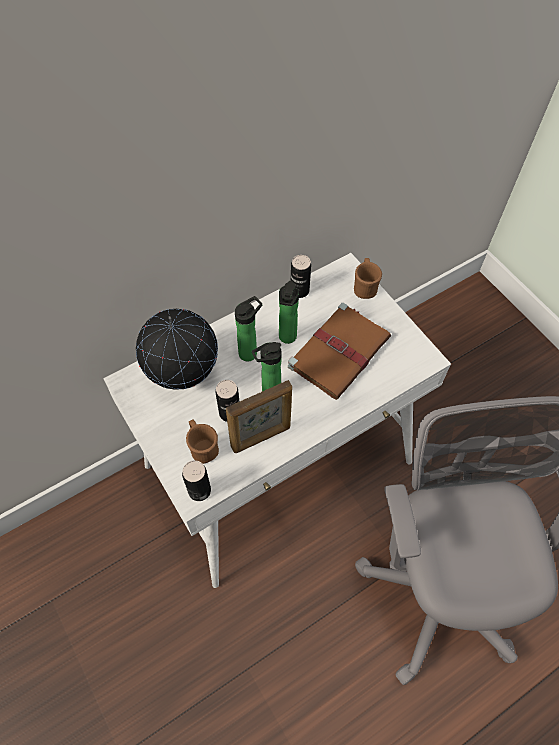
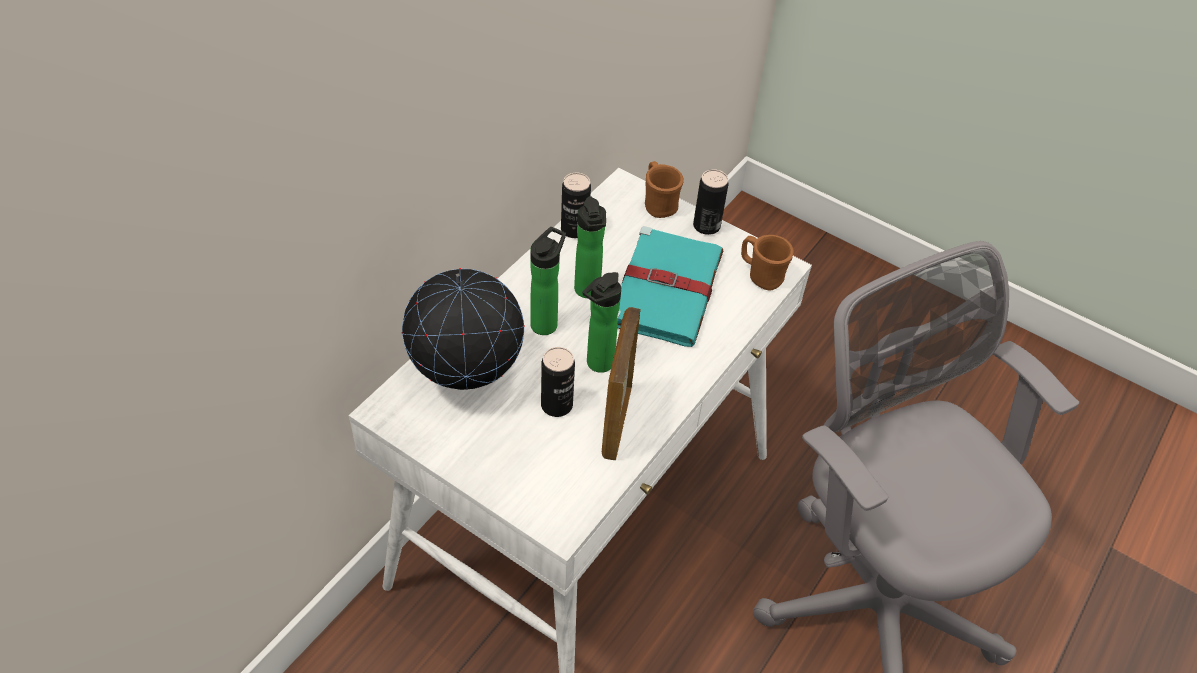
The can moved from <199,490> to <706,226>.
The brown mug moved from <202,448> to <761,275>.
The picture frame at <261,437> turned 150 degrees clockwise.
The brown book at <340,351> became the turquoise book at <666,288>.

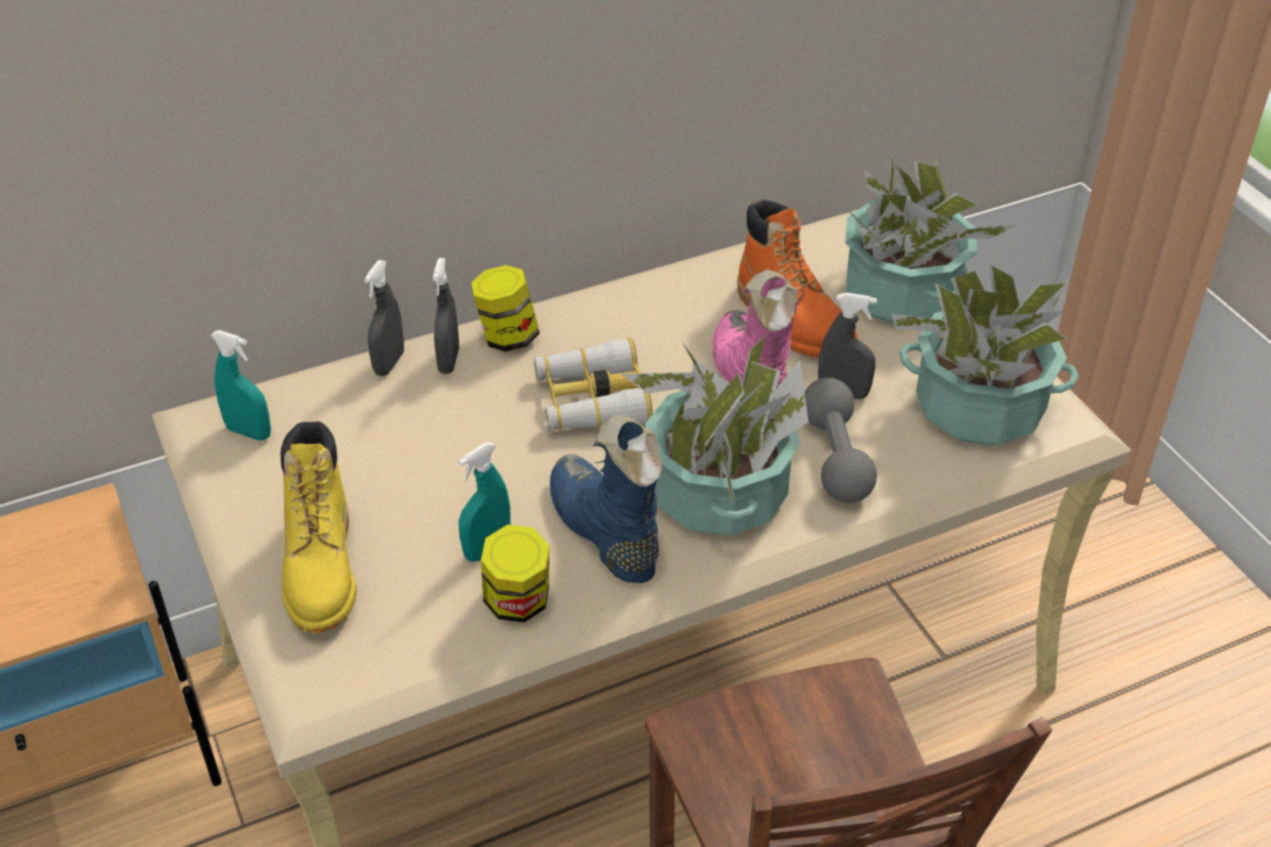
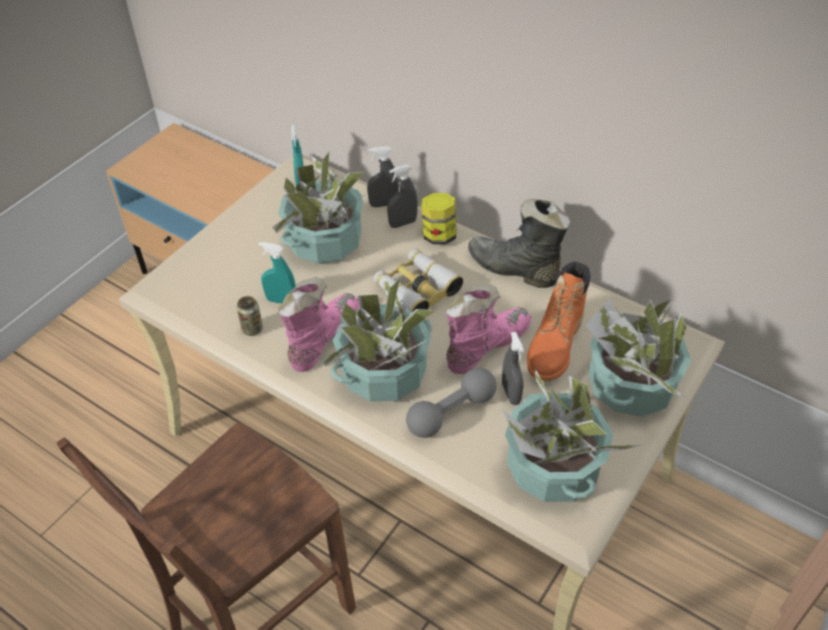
The yellow boot at <322,570> disappeared.
The jar at <518,603> was replaced by the can at <252,329>.
The blue boot at <603,531> became the pink boot at <322,338>.
The potted plant at <325,241> appeared.
The black boot at <513,269> appeared.

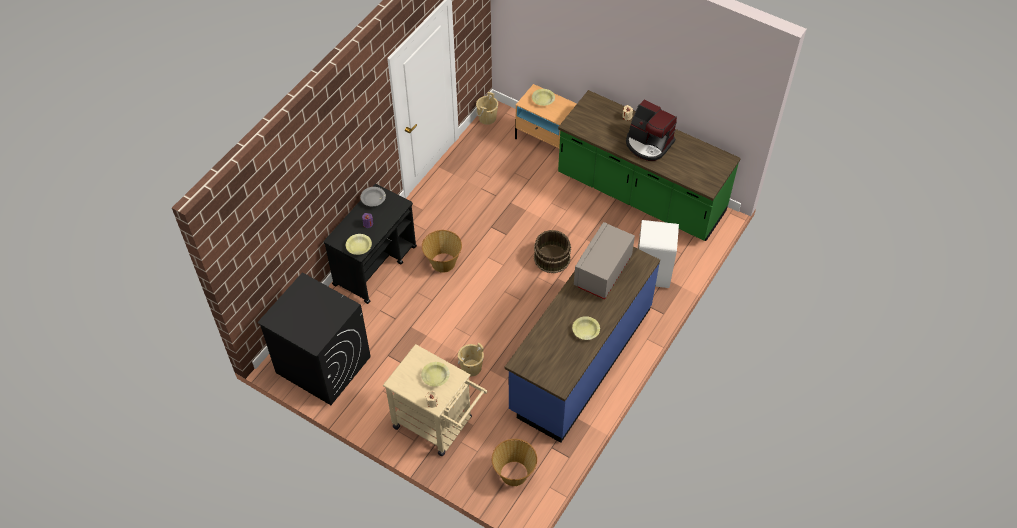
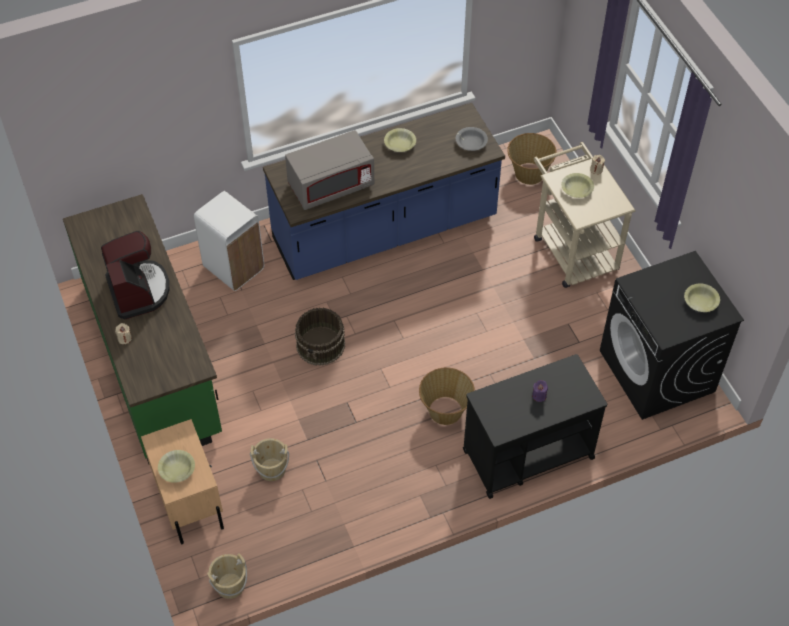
The yellow bowl moved from <359,247> to <700,301>.
The grey bowl moved from <373,199> to <471,142>.
The beige bucket moved from <471,367> to <272,469>.

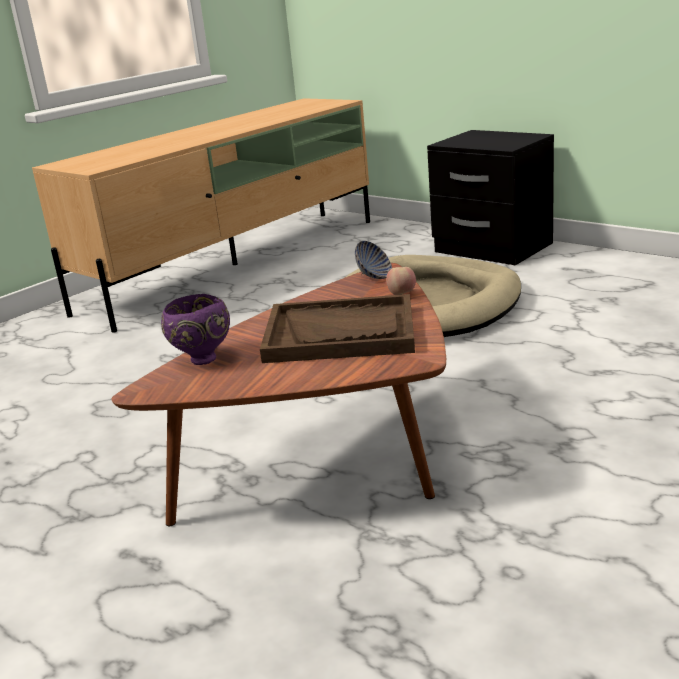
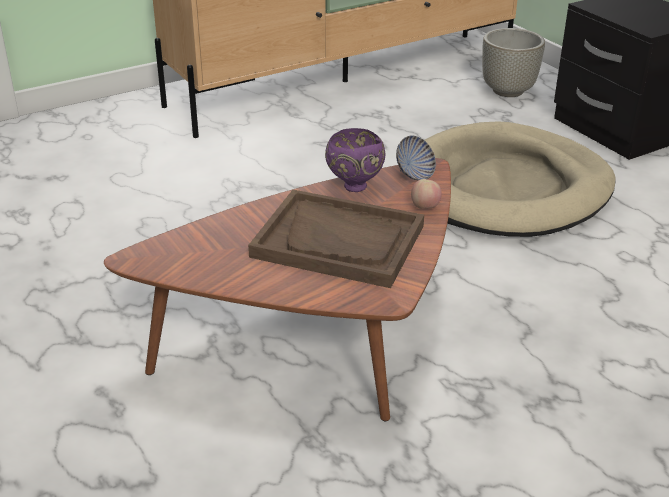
The purple bowl moved from <201,359> to <353,186>.
The grey planter at <508,91> appeared.

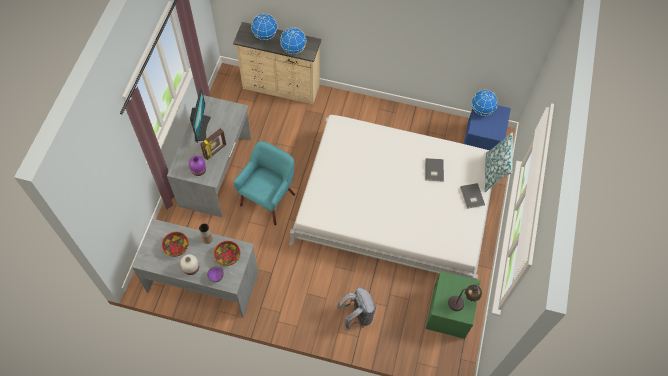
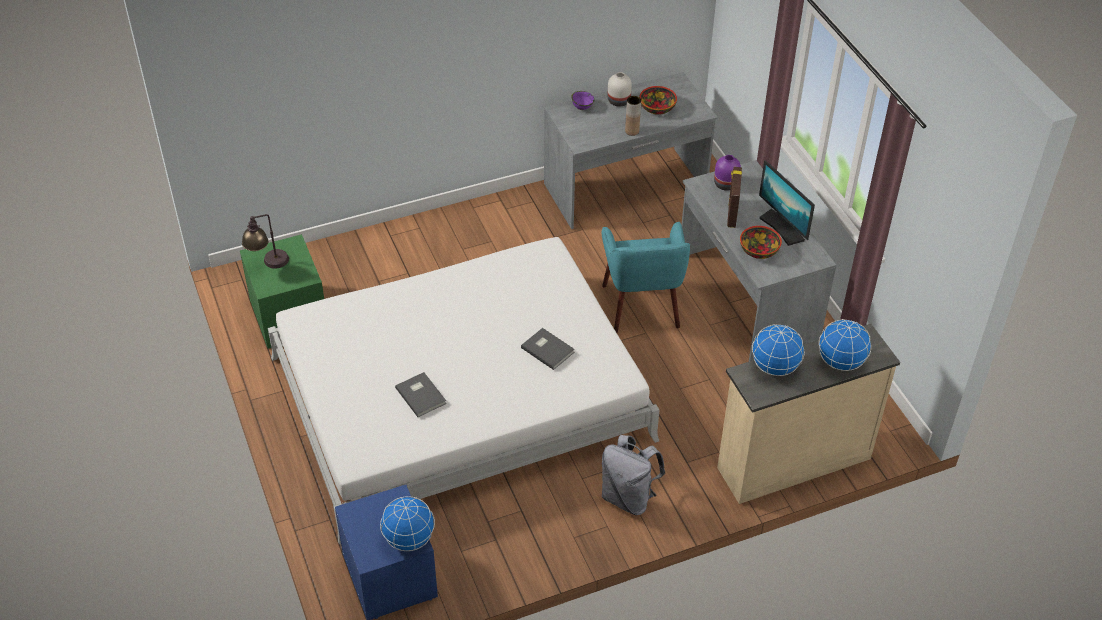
The bowl moved from <228,256> to <758,251>.
The grey backpack moved from <357,315> to <628,497>.
The grey book moved from <471,196> to <548,349>.
The pillow at <493,173> disappeared.

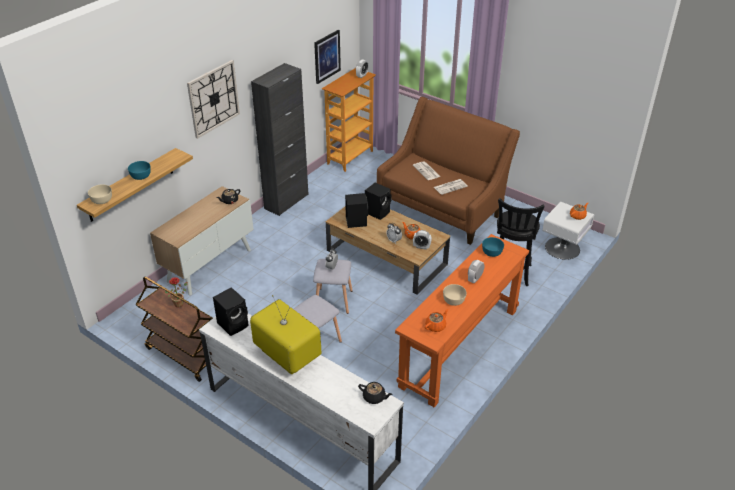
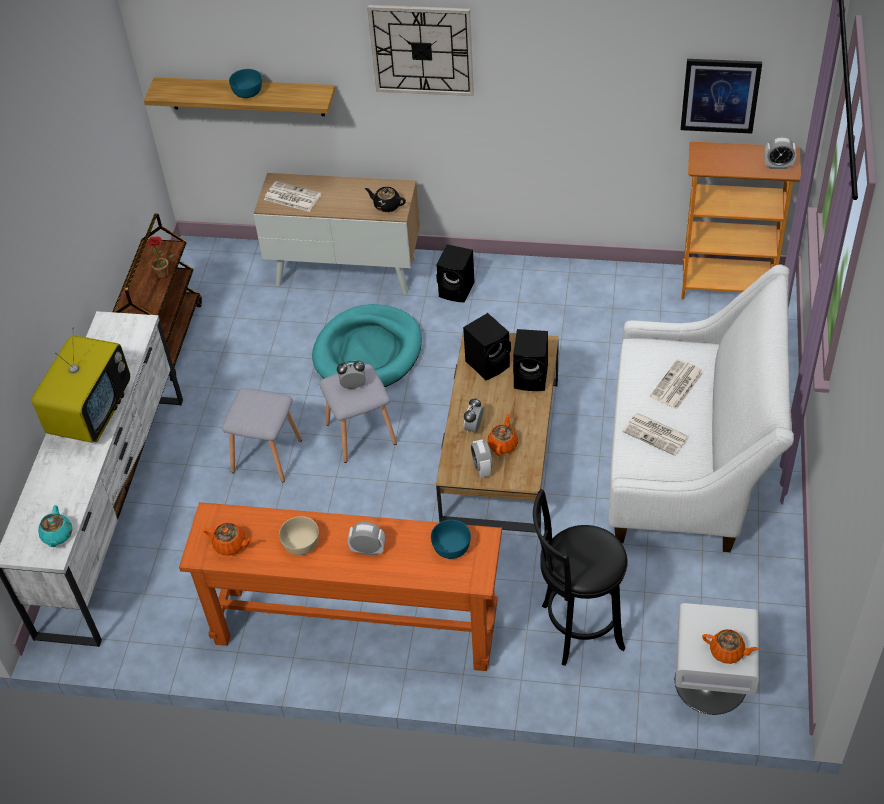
The beige bowl at <101,200> disappeared.
The black speaker moved from <234,324> to <457,290>.
The black cabinet at <286,201> disappeared.
The black teapot at <374,397> became the turquoise teapot at <57,535>.
The brown sofa at <442,207> became the white sofa at <689,463>.
The newspaper at <291,197> appeared.
The turquoise dog bed at <368,352> appeared.

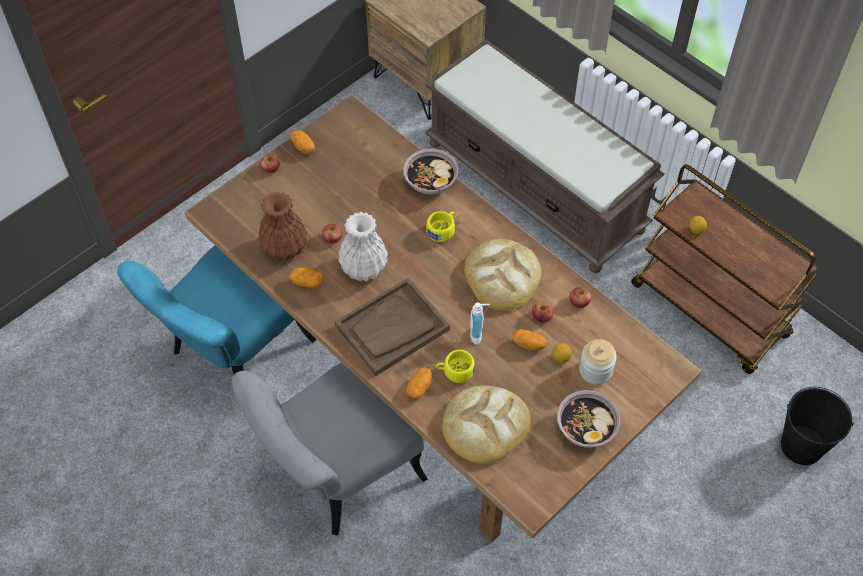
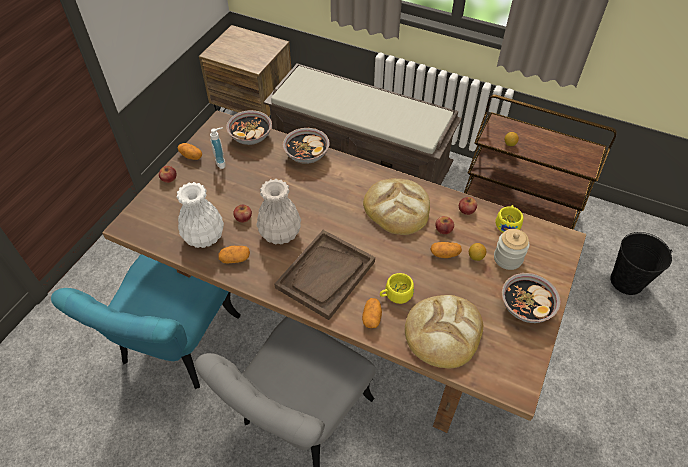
The brown vase at <285,247> became the white vase at <204,236>.
The yellow cup moved from <442,229> to <508,223>.
The soap dispenser moved from <478,334> to <222,162>.
The bowl at <251,136> appeared.

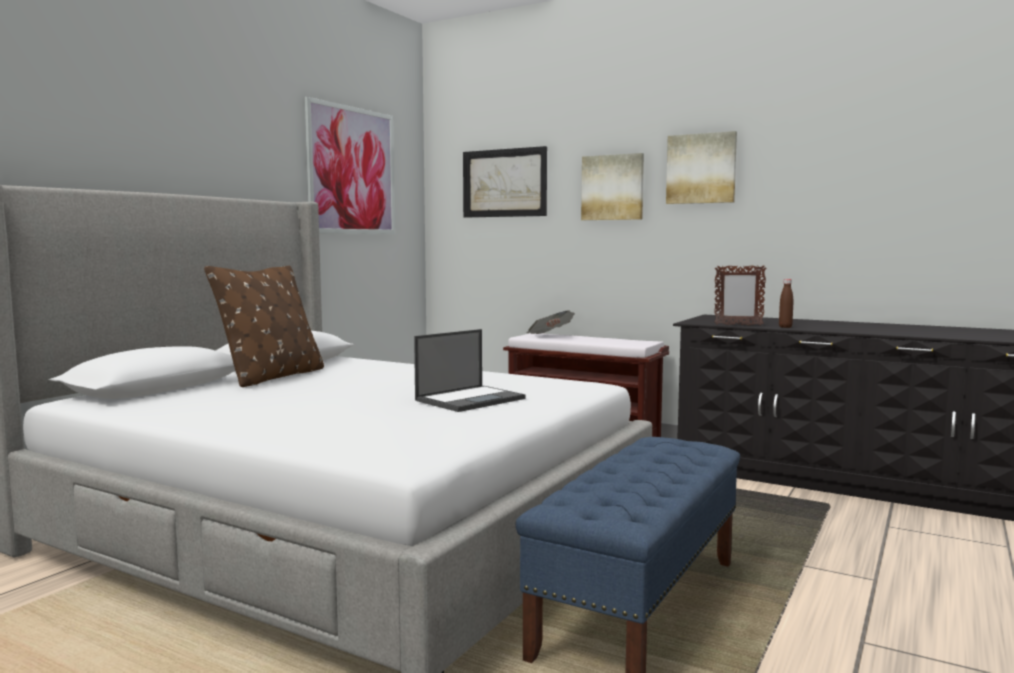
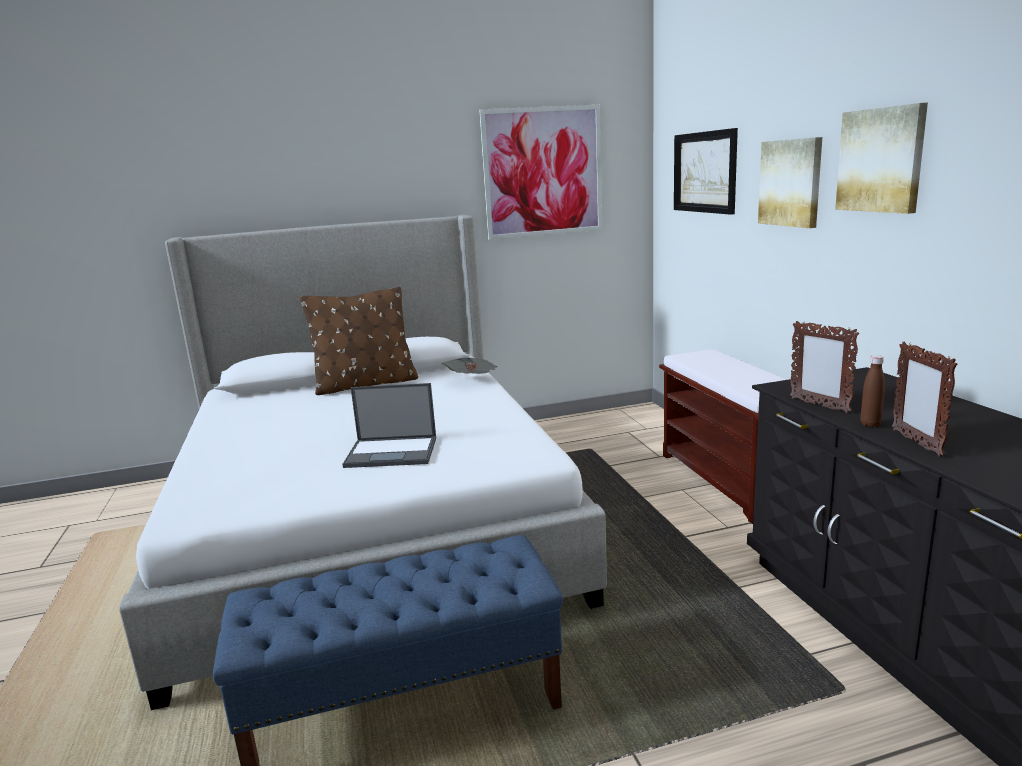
The newspaper moved from <550,336> to <472,381>.
The picture frame at <916,443> appeared.

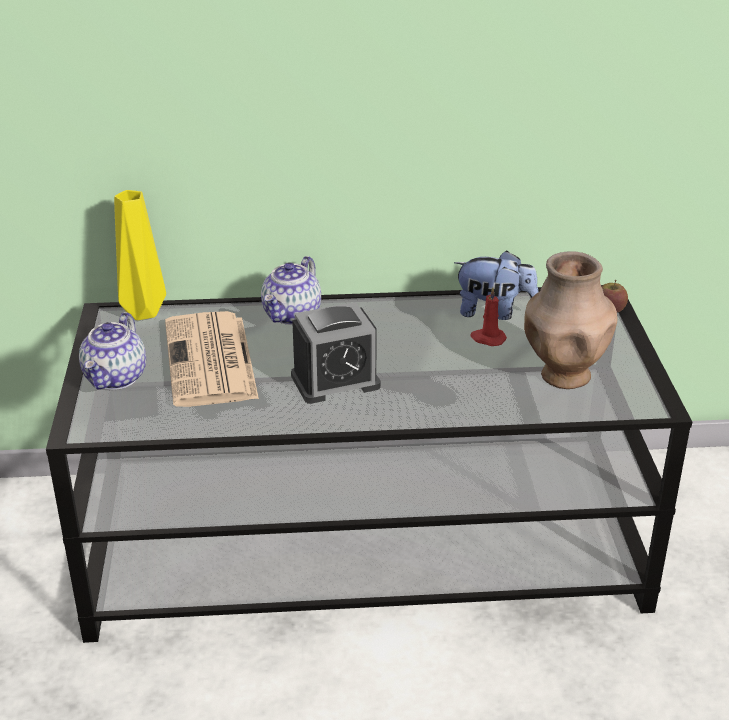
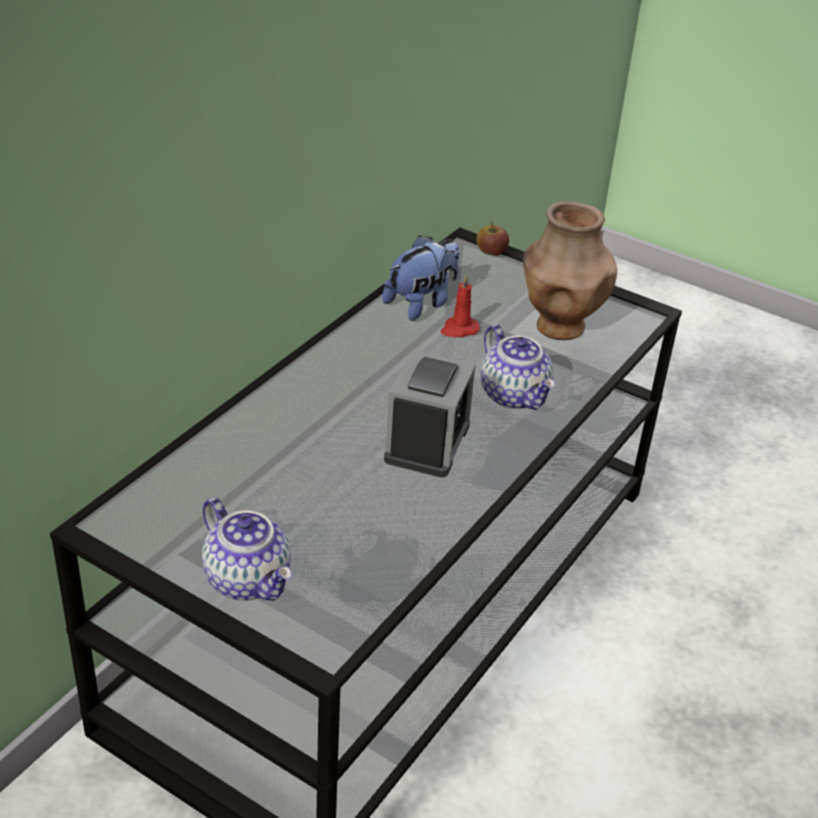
The yellow vase at <144,312> disappeared.
The newspaper at <211,361> disappeared.
The teapot moved from <292,315> to <515,395>.

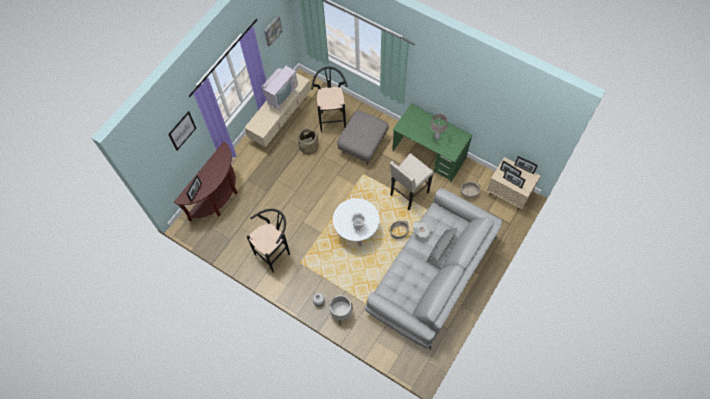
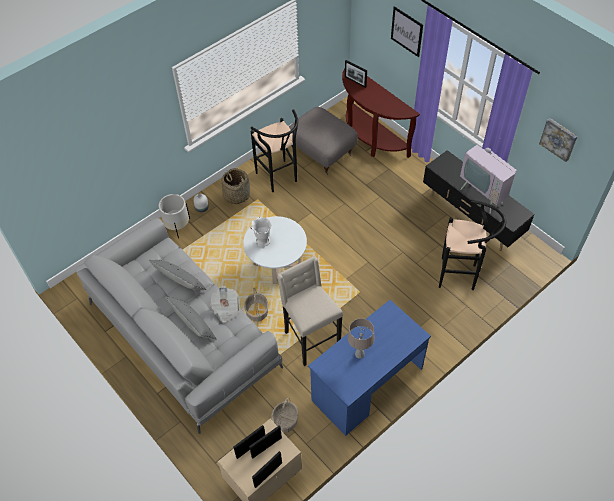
The beige tv stand at <281,120> became the black tv stand at <471,217>.
The basket moved from <308,147> to <236,195>.
The grey ottoman moved from <363,144> to <322,152>.
The green desk at <429,155> became the blue desk at <367,384>.
The grey pillow at <179,281> appeared.

